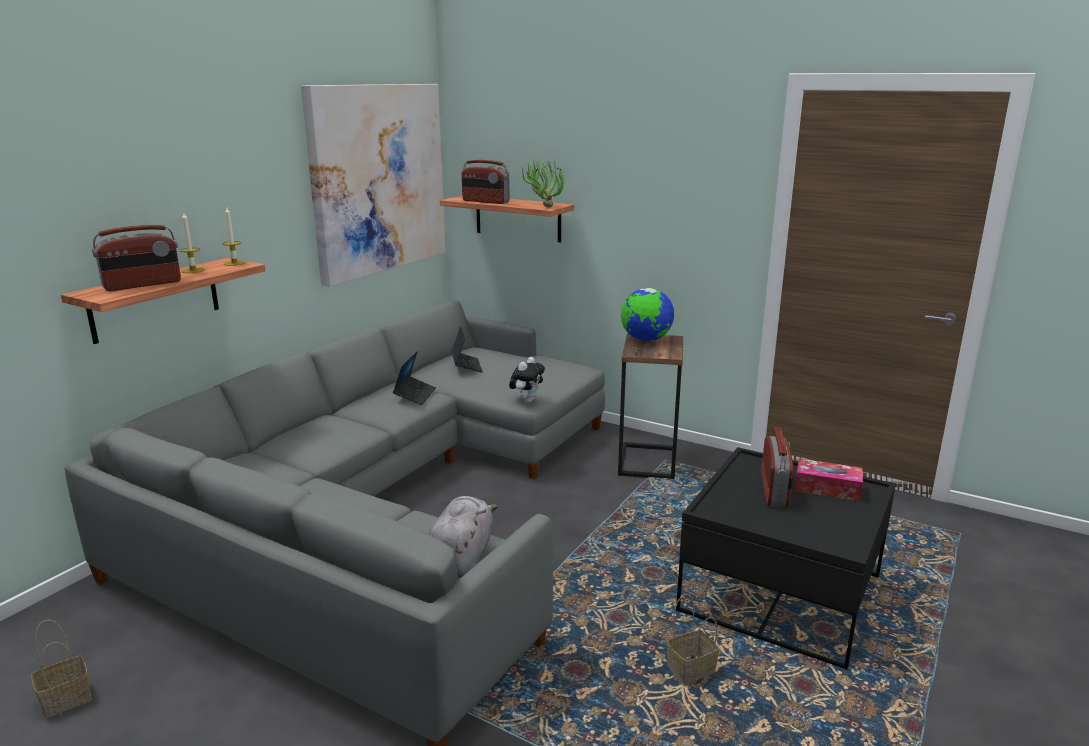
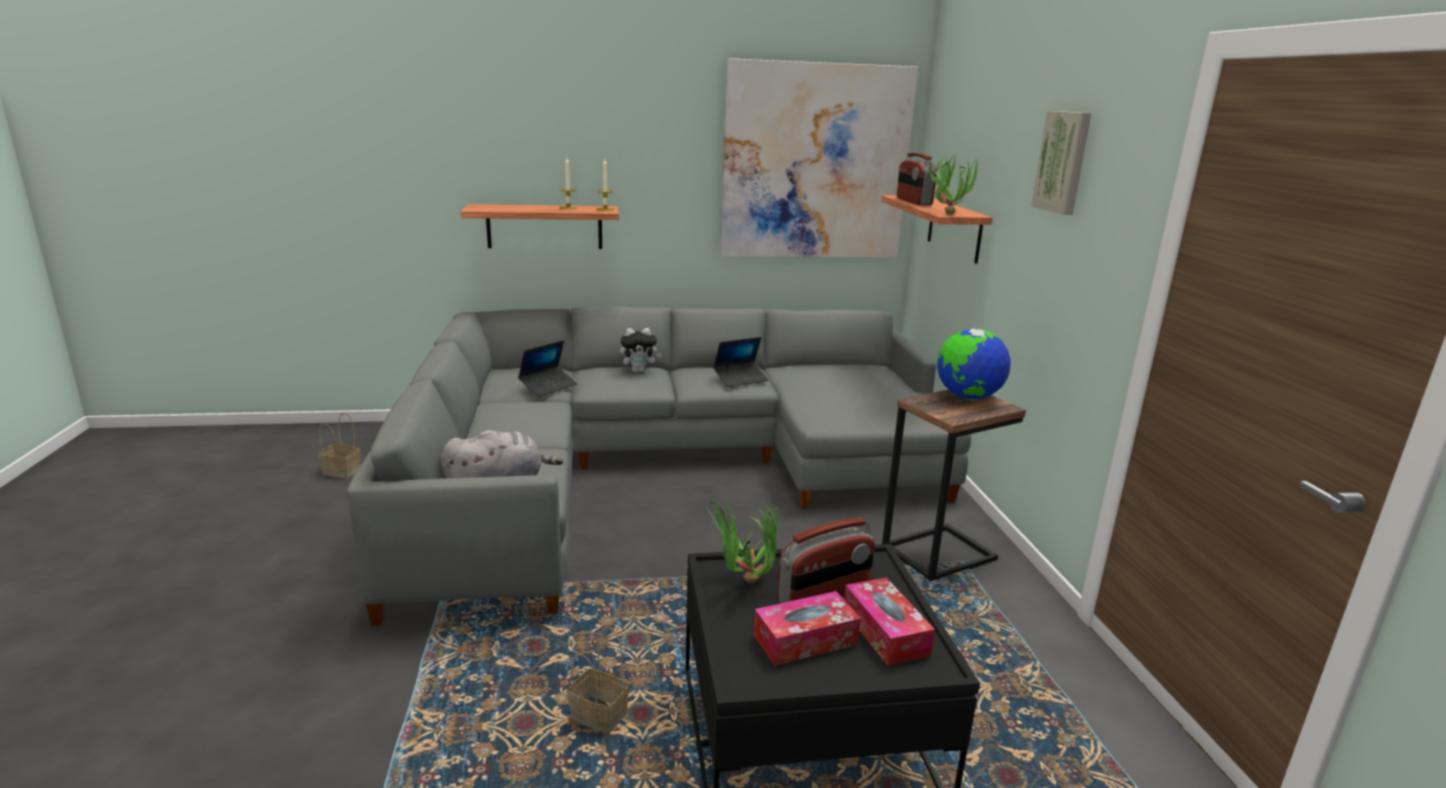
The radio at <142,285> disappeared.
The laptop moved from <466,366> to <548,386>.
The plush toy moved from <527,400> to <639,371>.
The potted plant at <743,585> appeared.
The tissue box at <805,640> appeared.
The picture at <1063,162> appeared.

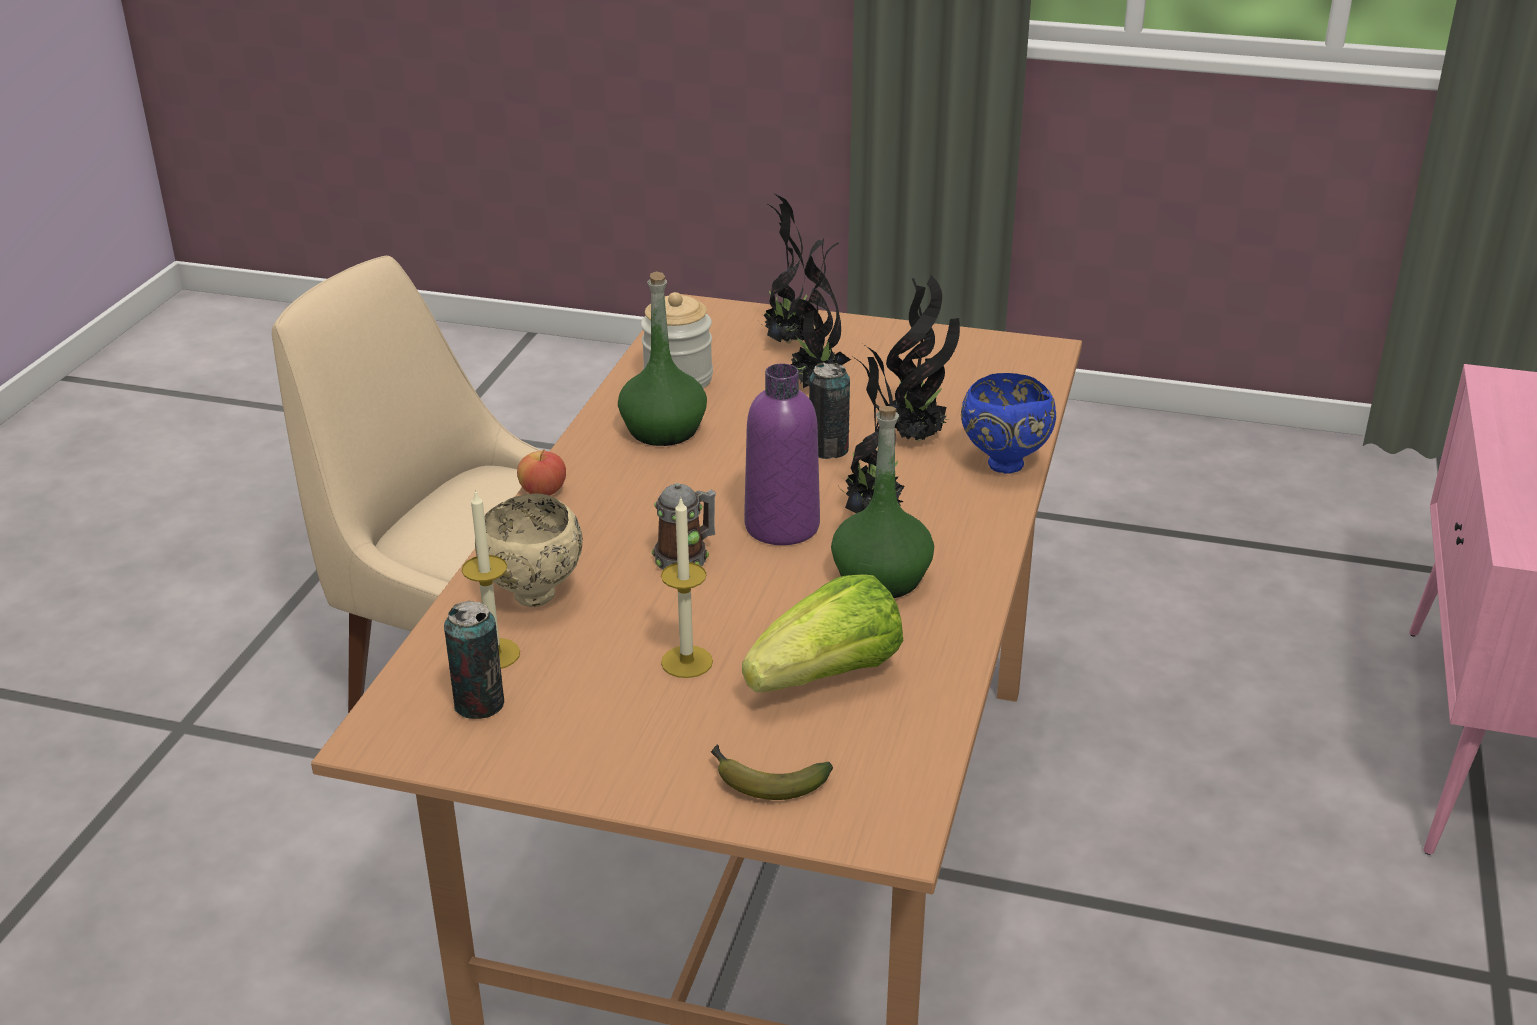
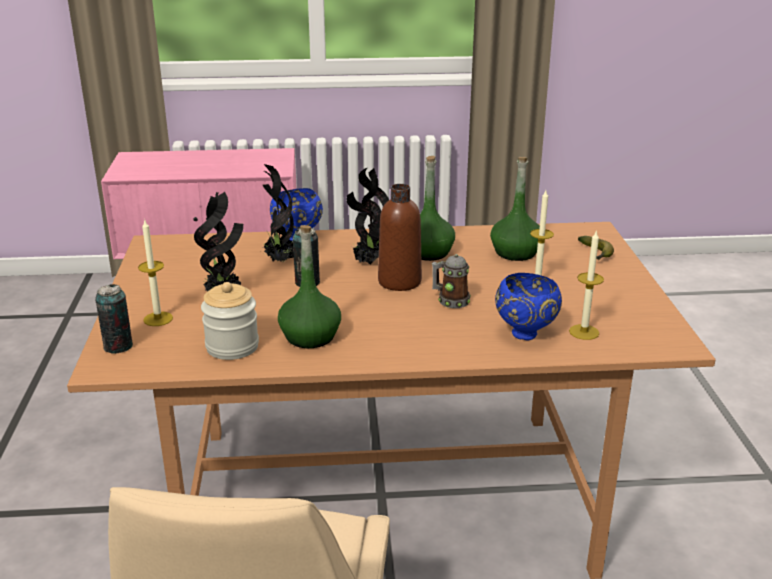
The can moved from <479,704> to <118,346>.
The beige bowl at <533,598> became the blue bowl at <526,334>.
The apple at <543,491> disappeared.
The lettuce at <828,676> was replaced by the green bottle at <515,252>.
The purple bottle at <782,526> became the brown bottle at <399,282>.
The potted plant at <786,341> was replaced by the candle at <158,319>.

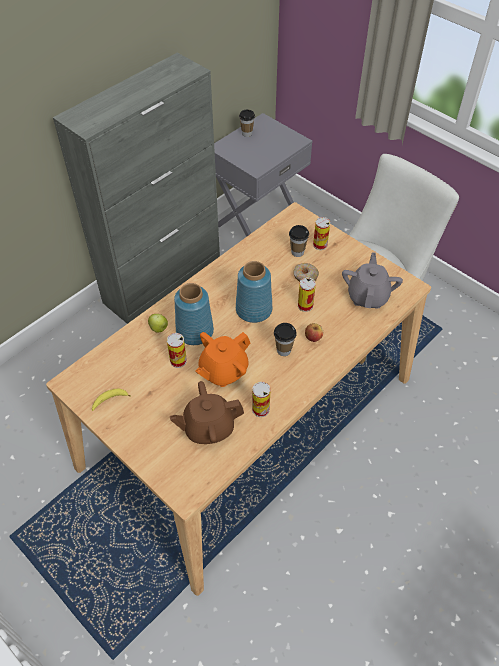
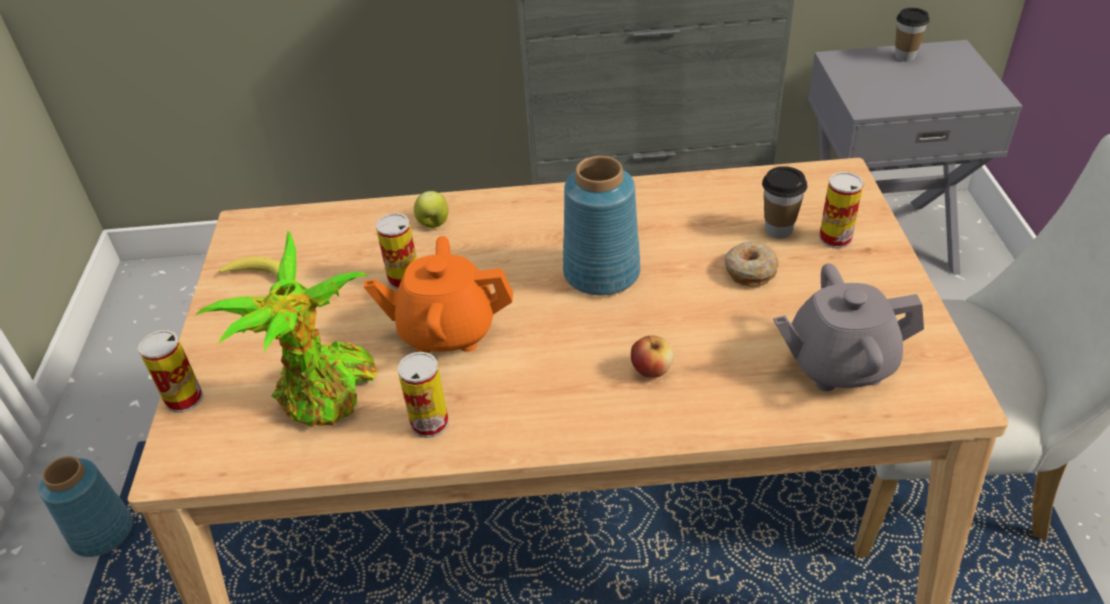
The brown teapot at <208,428> was replaced by the potted plant at <324,395>.
The blue vase moved from <194,332> to <101,532>.
The cup at <283,350> disappeared.
The can moved from <305,305> to <184,398>.
The grey teapot at <368,296> turned 150 degrees counterclockwise.

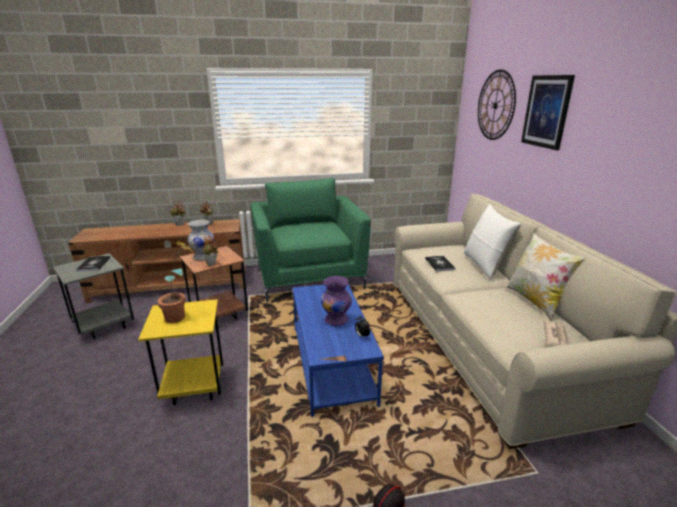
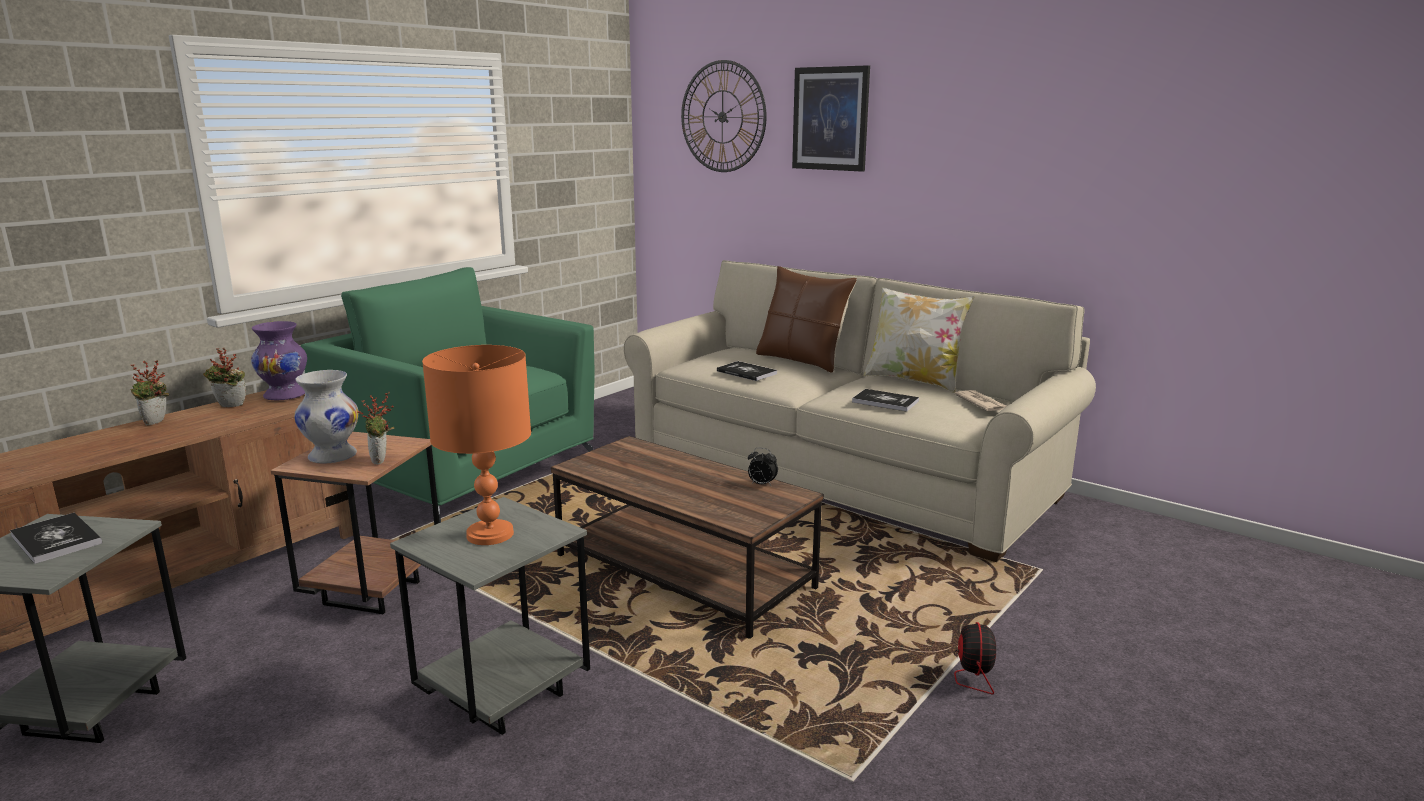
The yellow side table at <194,388> became the grey side table at <503,698>.
The potted plant at <181,316> was replaced by the orange table lamp at <489,534>.
The blue coffee table at <332,363> became the brown coffee table at <685,572>.
The purple vase moved from <336,320> to <286,395>.
The white pillow at <485,265> became the brown pillow at <802,360>.
The book at <885,401> appeared.

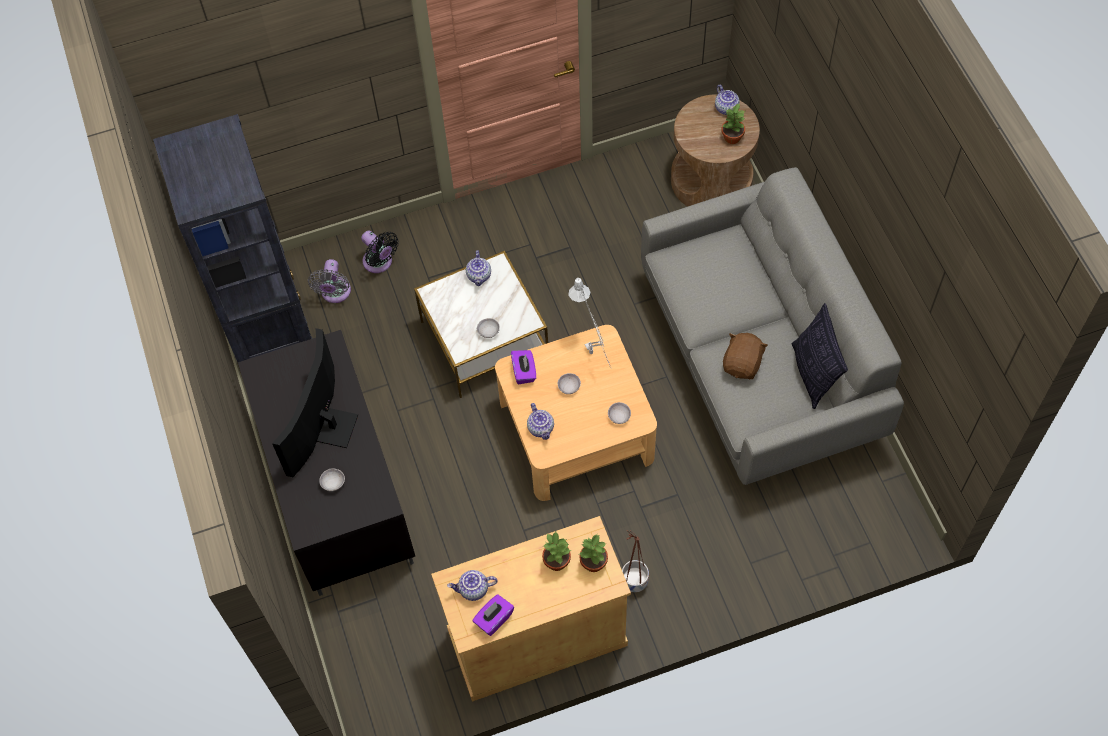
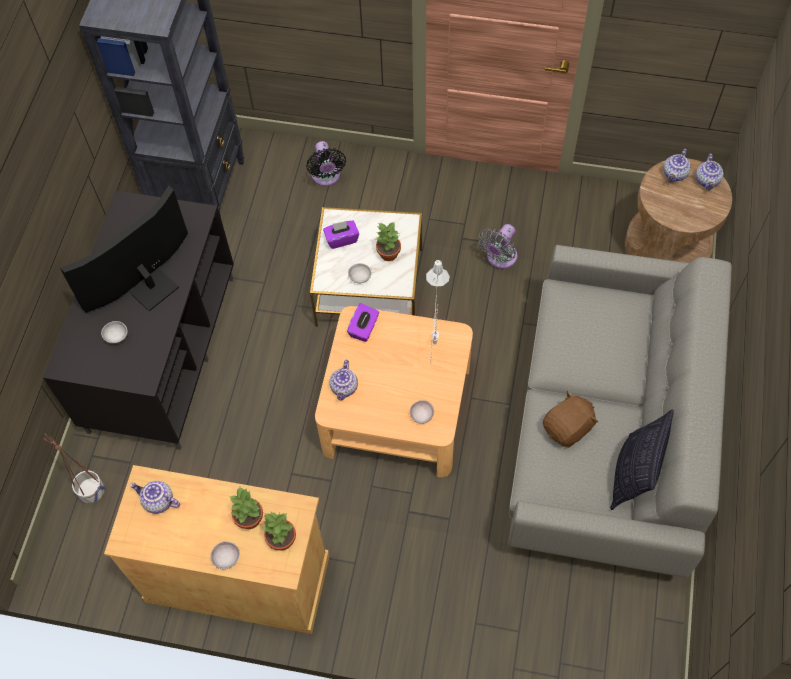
The grey fan moved from <335,293> to <500,258>.
The teapot moved from <479,276> to <674,174>.
The purple tissue box moved from <494,619> to <341,239>.
The grey bowl moved from <569,387> to <226,558>.
The planter moved from <634,582> to <92,492>.
The potted plant moved from <731,137> to <388,254>.

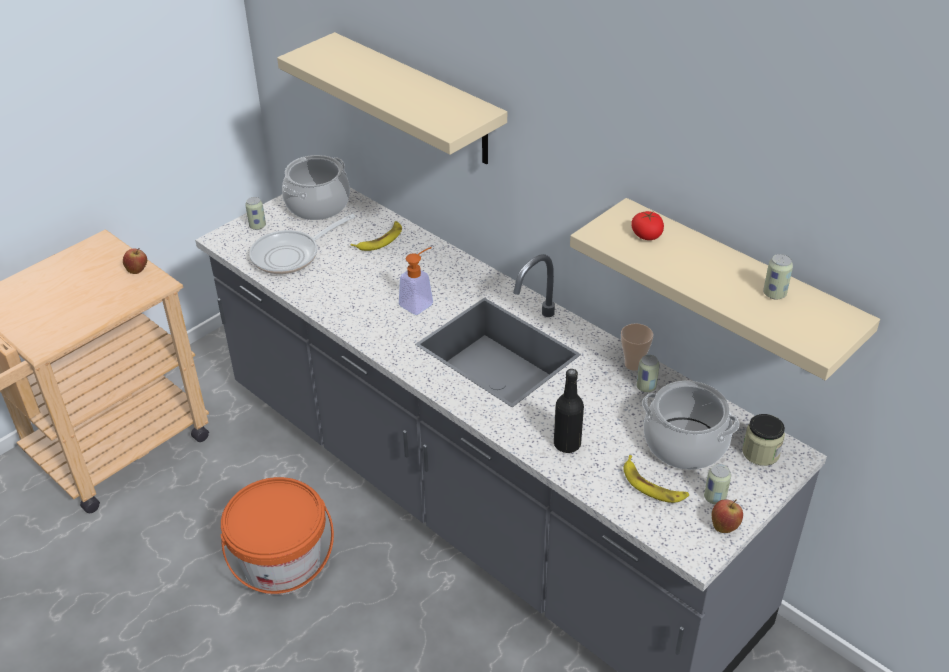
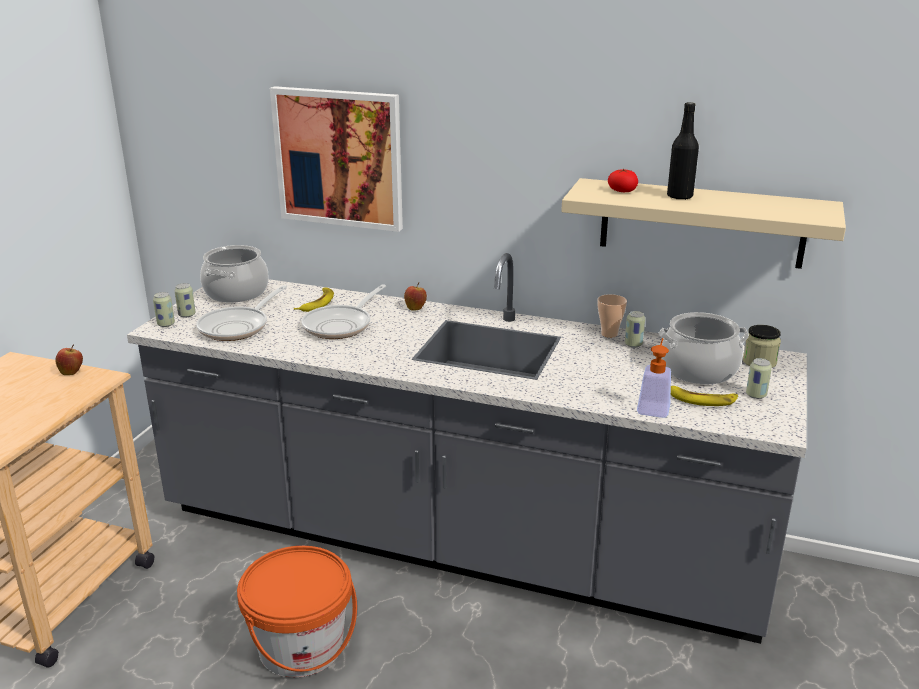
The beige shelf at <417,99> was replaced by the picture at <339,158>.
The soap dispenser moved from <420,302> to <654,407>.
The black bottle moved from <567,444> to <679,196>.
The apple moved from <724,526> to <415,308>.
The can moved from <774,294> to <166,324>.
The frying pan at <341,325> appeared.

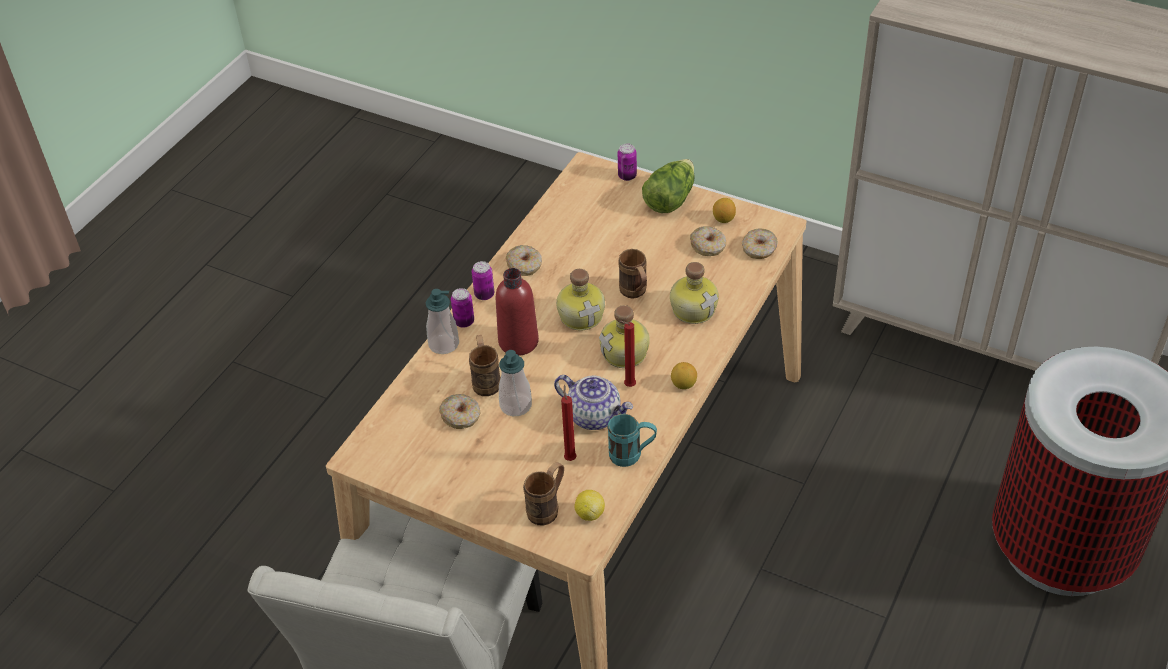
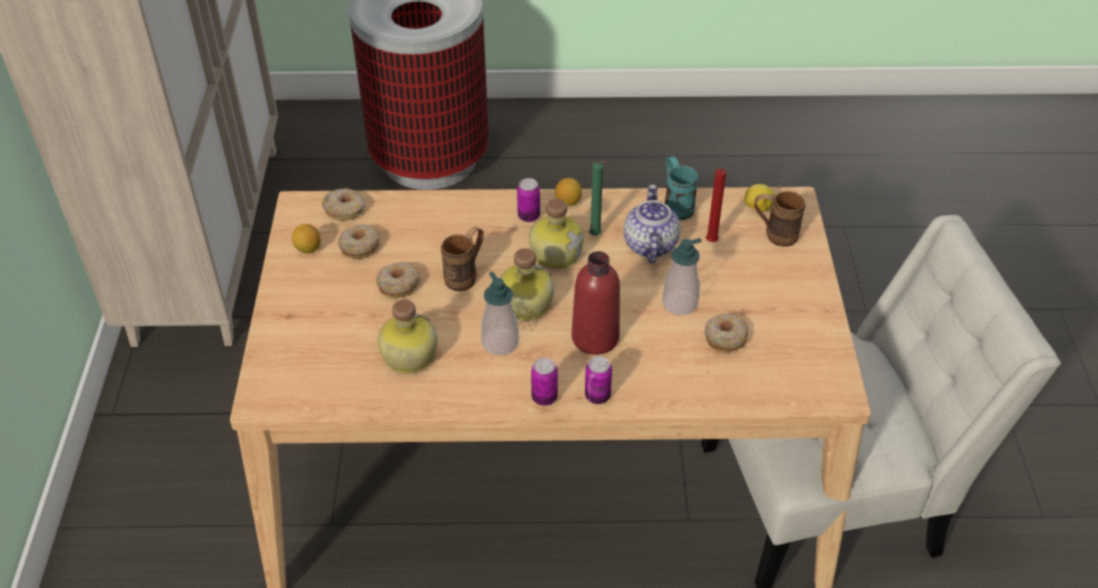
The soap dispenser moved from <444,344> to <500,343>.
The brown mug at <486,380> disappeared.
The donut moved from <524,265> to <398,285>.
The can moved from <627,176> to <529,216>.
The red candle at <628,386> became the green candle at <596,236>.
The lettuce at <670,199> disappeared.
The bottle moved from <693,308> to <407,356>.

